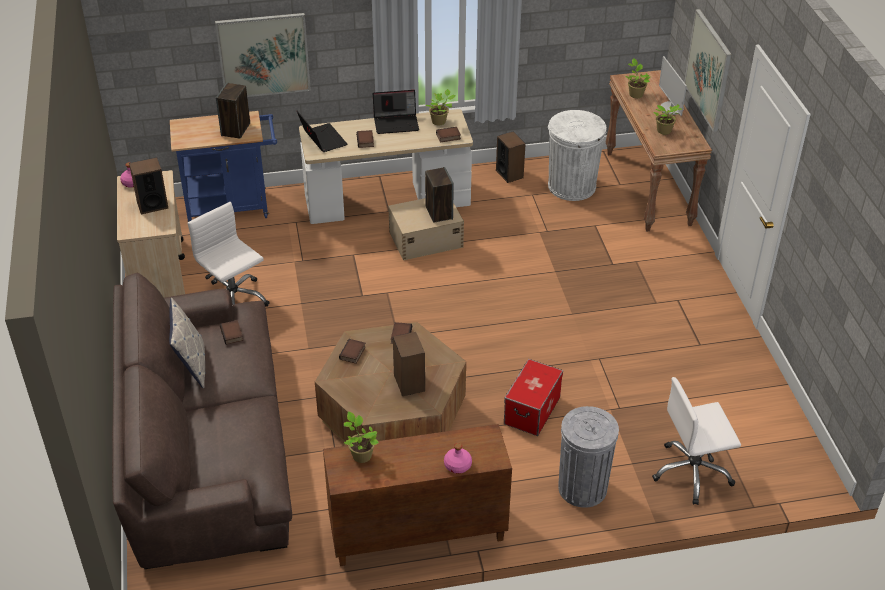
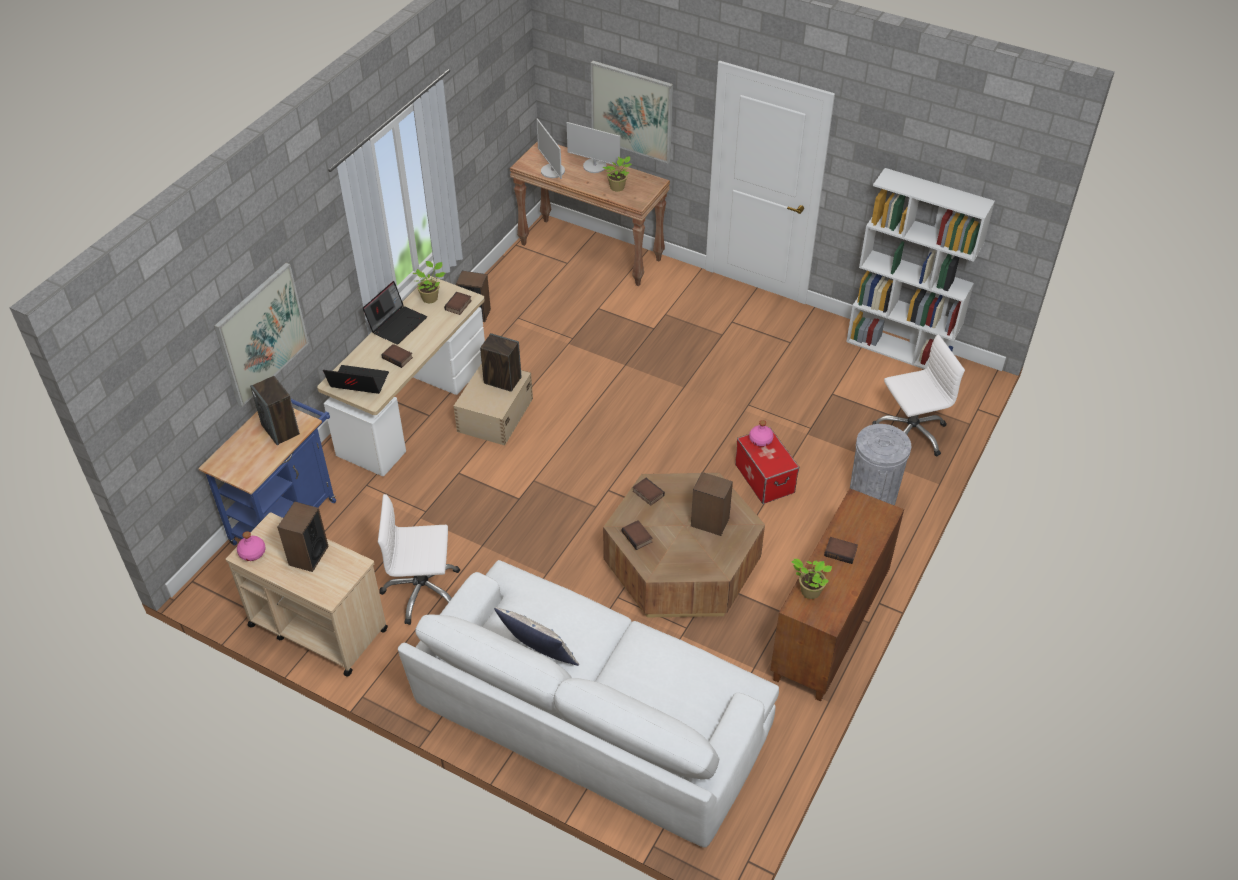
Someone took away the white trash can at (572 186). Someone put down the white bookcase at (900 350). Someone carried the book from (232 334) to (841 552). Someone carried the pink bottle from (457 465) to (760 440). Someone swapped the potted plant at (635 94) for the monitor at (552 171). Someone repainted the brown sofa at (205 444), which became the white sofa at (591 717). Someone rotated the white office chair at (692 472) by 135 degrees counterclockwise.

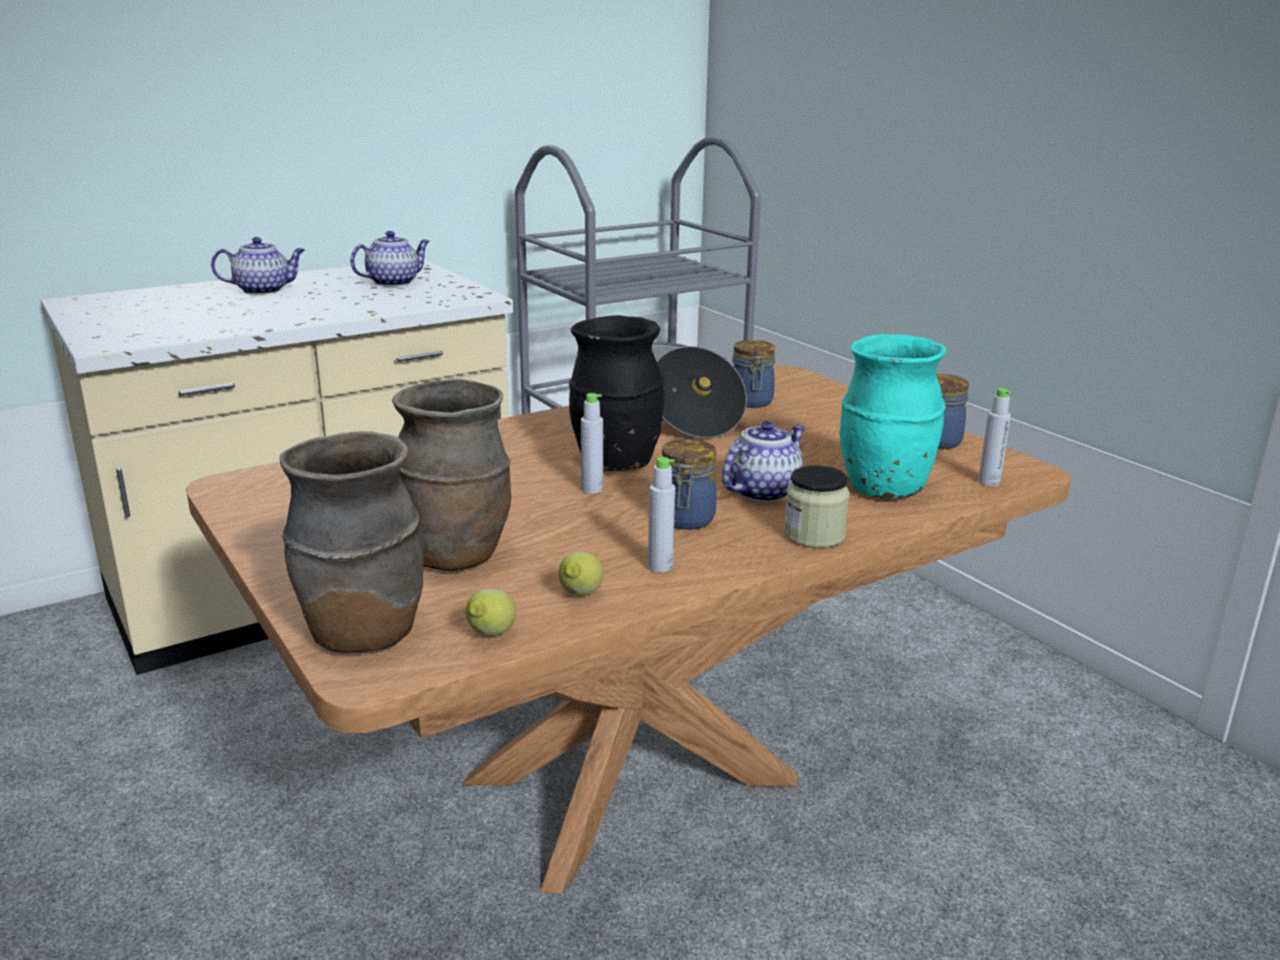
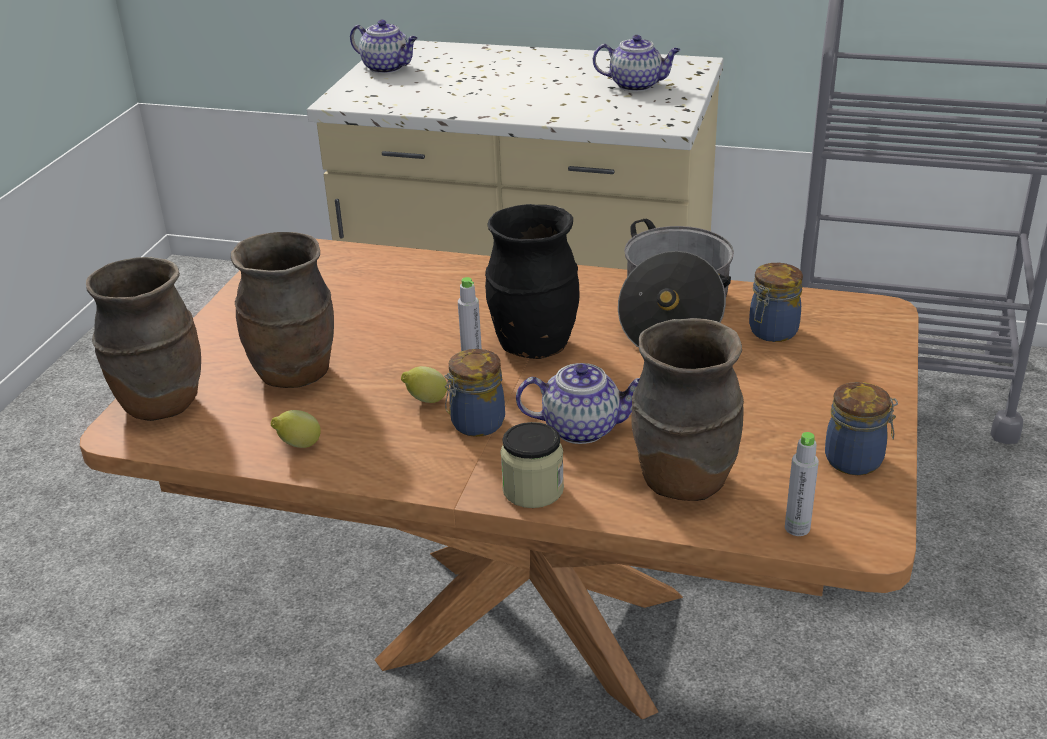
Someone took away the grey bottle at (660 566). Someone carried the teapot from (264 290) to (387 68). Someone carried the lemon from (490 636) to (425 401). Someone repainted the turquoise vase at (883 489), which became the brown vase at (682 481).

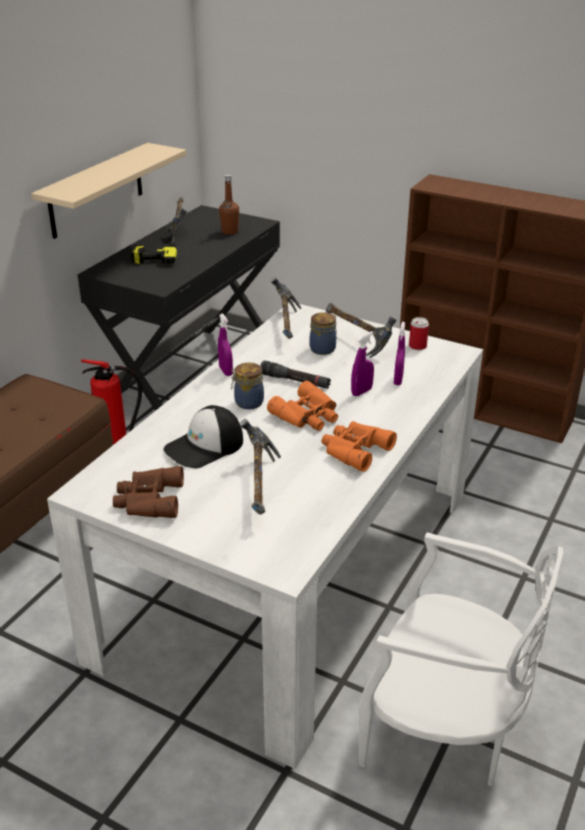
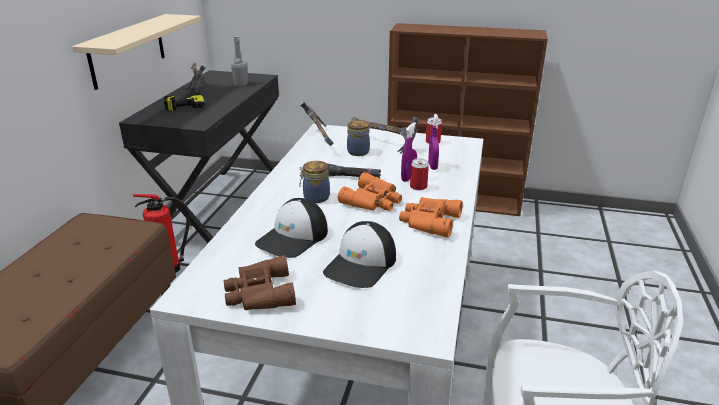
Someone took away the purple spray bottle at (226 371). Someone put down the can at (418 187). Someone swapped the hammer at (259 487) for the cap at (361 265). Someone repainted the brown bottle at (230 231), which became the grey bottle at (241 84).

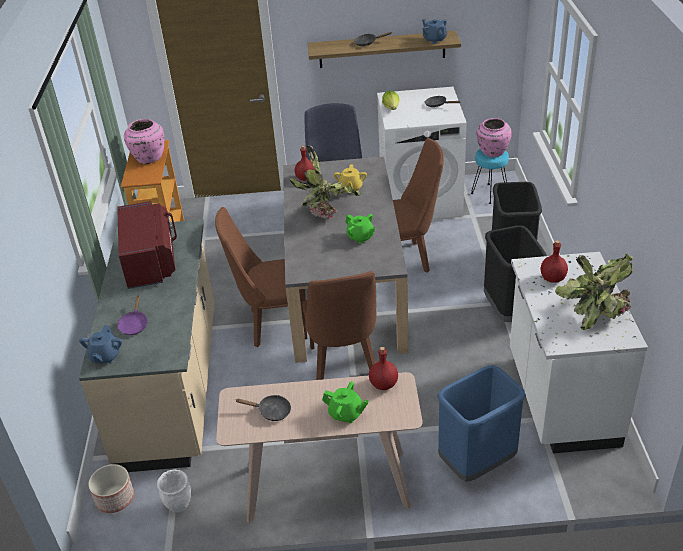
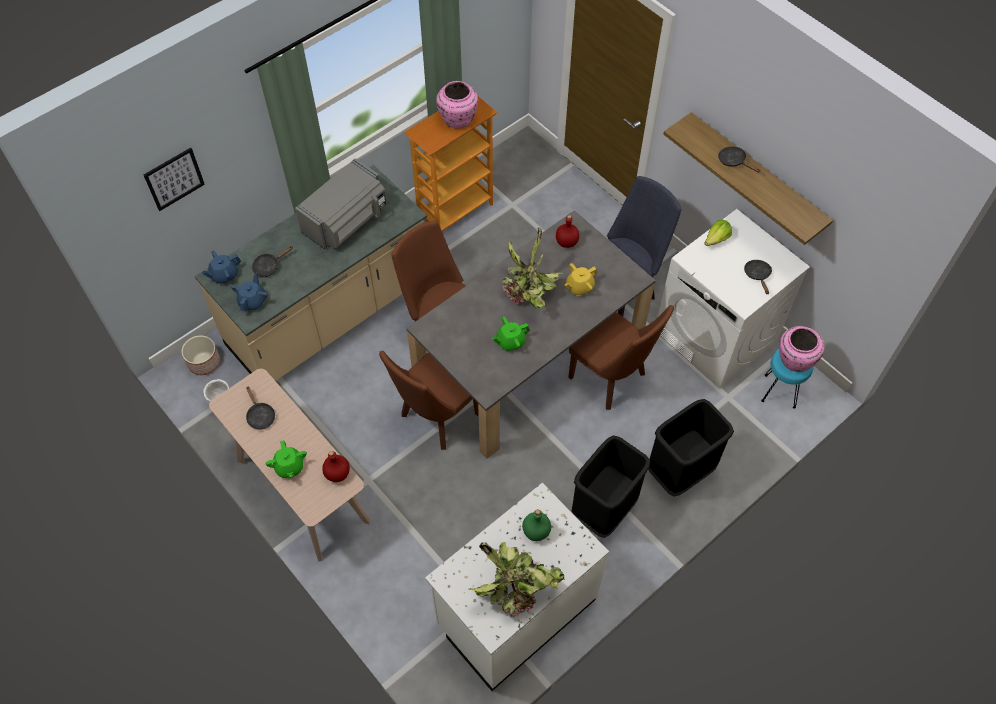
Someone took away the blue trash can at (477 463). Someone put up the picture at (174 179). Someone carried the blue teapot from (434 39) to (253 301). Someone repainted the red microwave at (151 261), which became the grey microwave at (347 221). Someone repainted the purple frying pan at (134 324), which became the black frying pan at (269 266). Someone repainted the red bottle at (552 278), which became the green bottle at (536 530). Someone rotated the green teapot at (360 237) by 60 degrees clockwise.

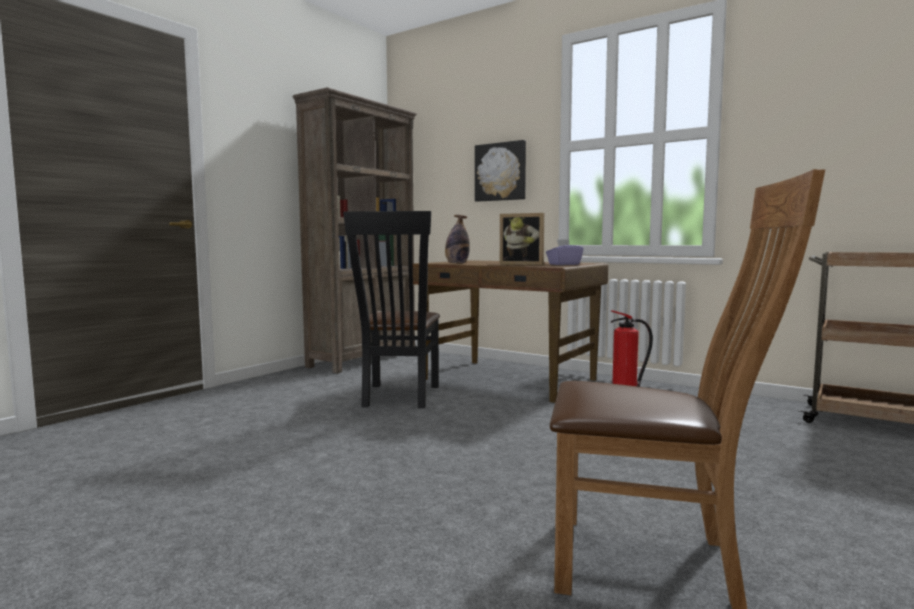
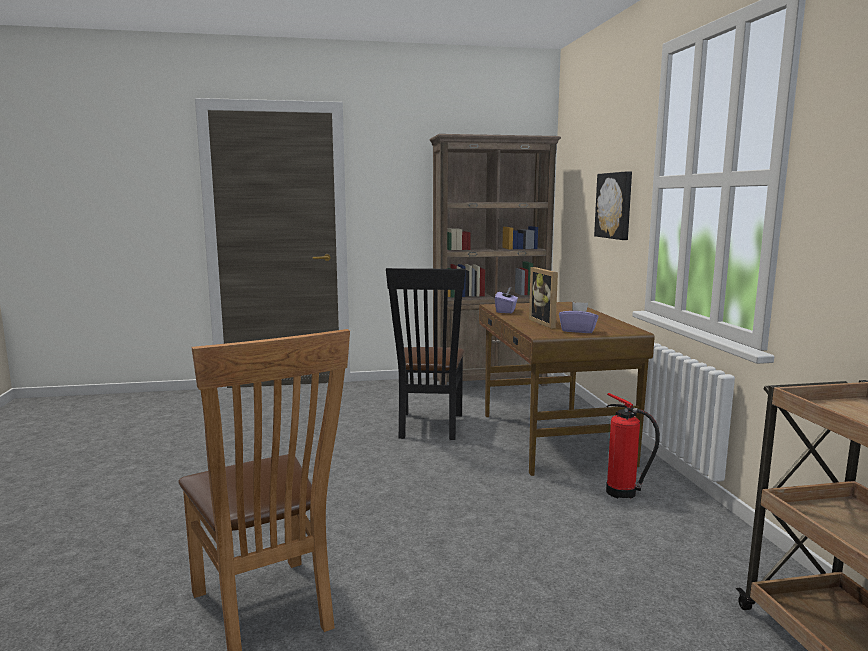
Someone swapped the bottle at (457 263) for the purple tissue box at (506 311). Someone rotated the black chair at (398 397) by 45 degrees counterclockwise.

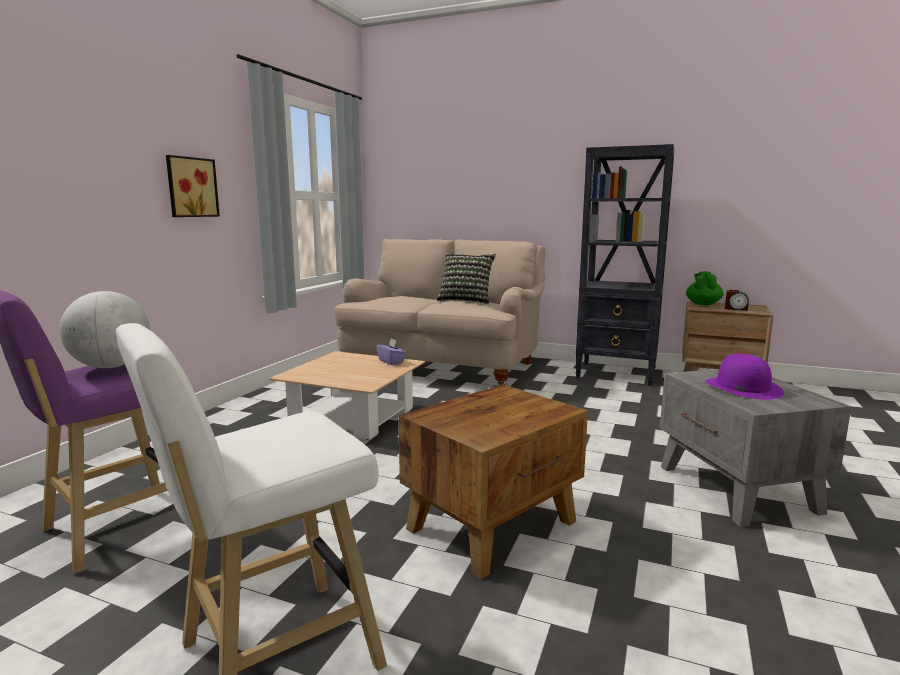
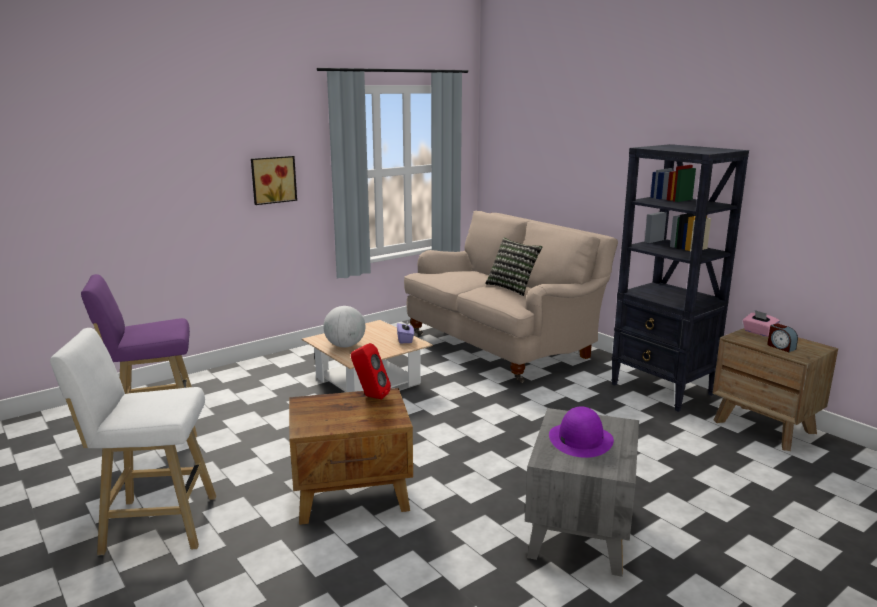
Someone put down the red speaker at (370 396). Someone carried the globe from (111 366) to (345 346). Someone swapped the green teapot at (703 304) for the pink tissue box at (758 332).

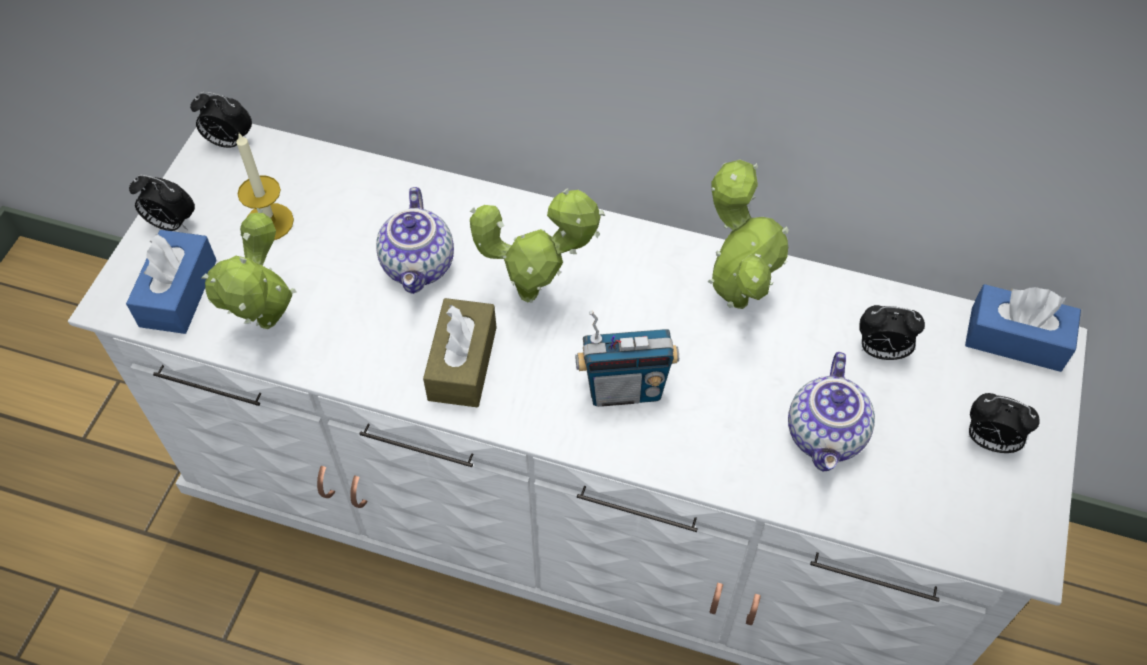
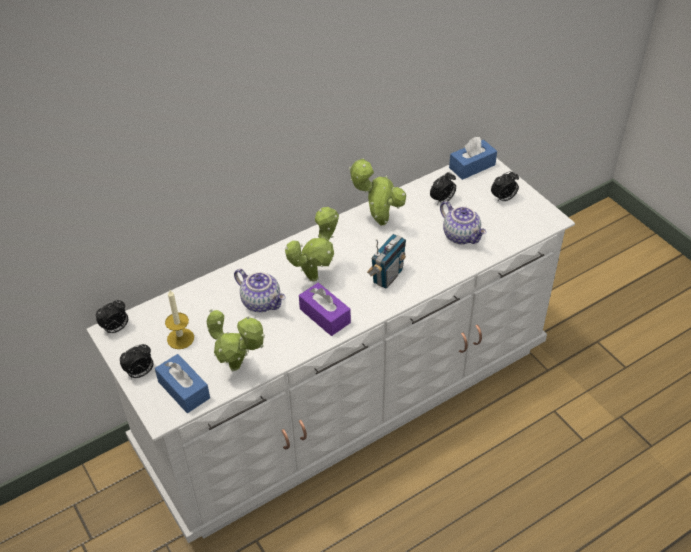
Someone repainted the brown tissue box at (462 363), which became the purple tissue box at (325 316).

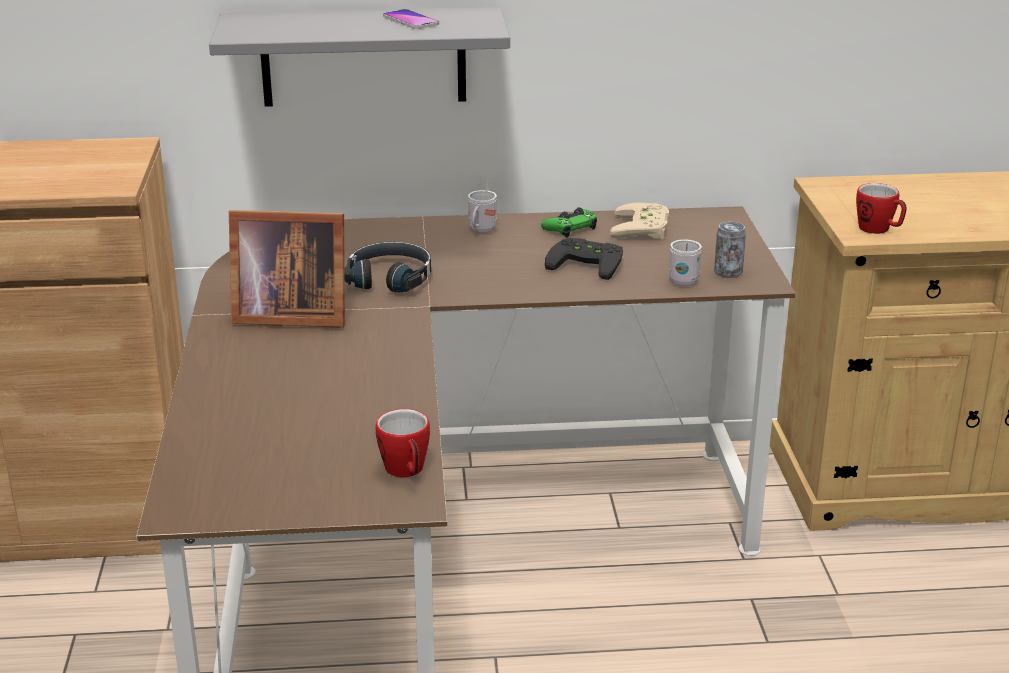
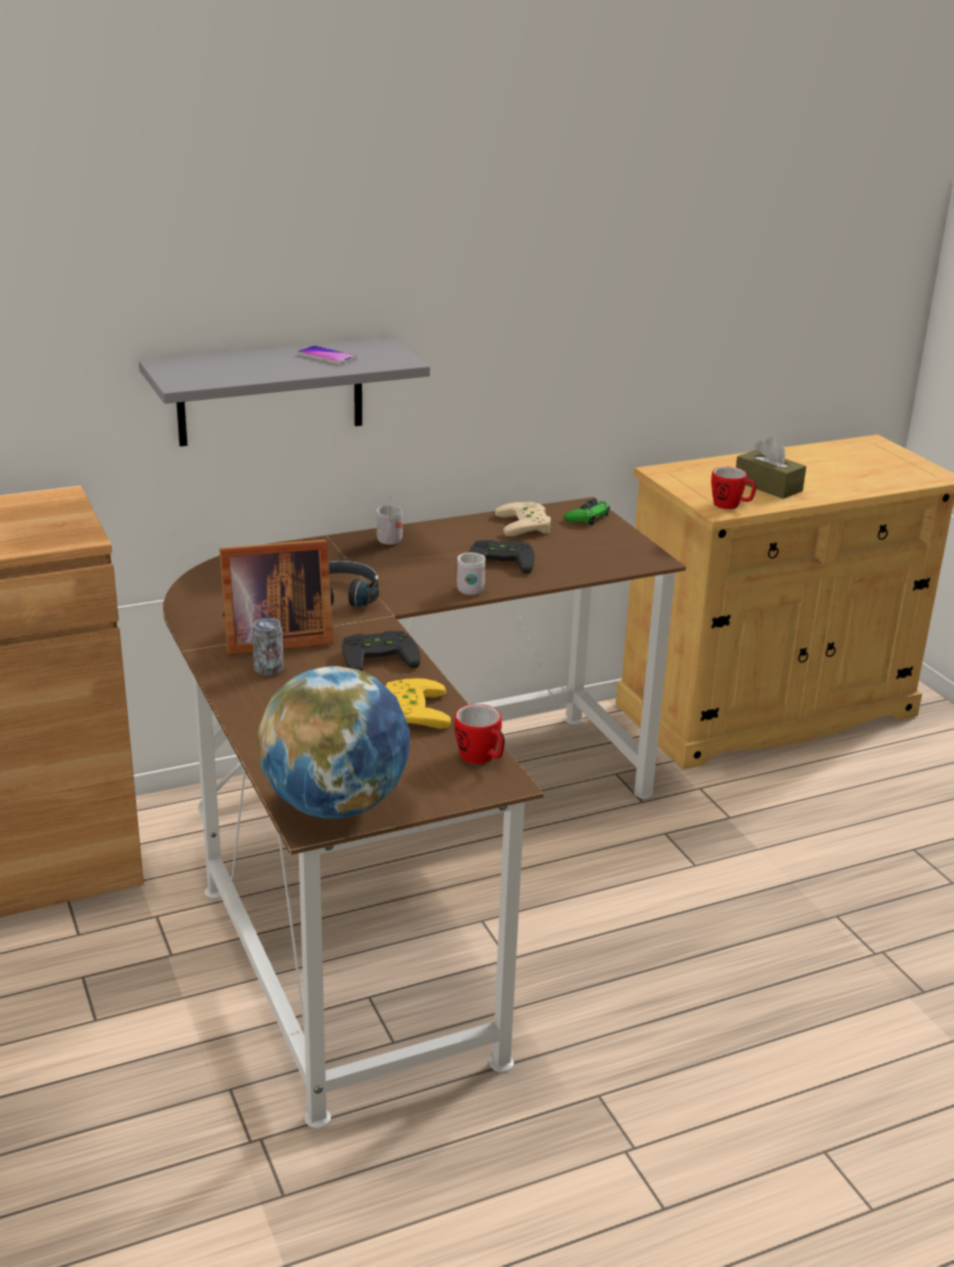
Someone put down the globe at (336 805). Someone put down the black game controller at (378 656). Someone put down the yellow game controller at (410 710). Someone put down the brown tissue box at (768 486). Someone carried the green game controller from (570 228) to (587 517). Someone carried the white mug from (683 280) to (469 589). Someone carried the can from (728 272) to (268 669).

